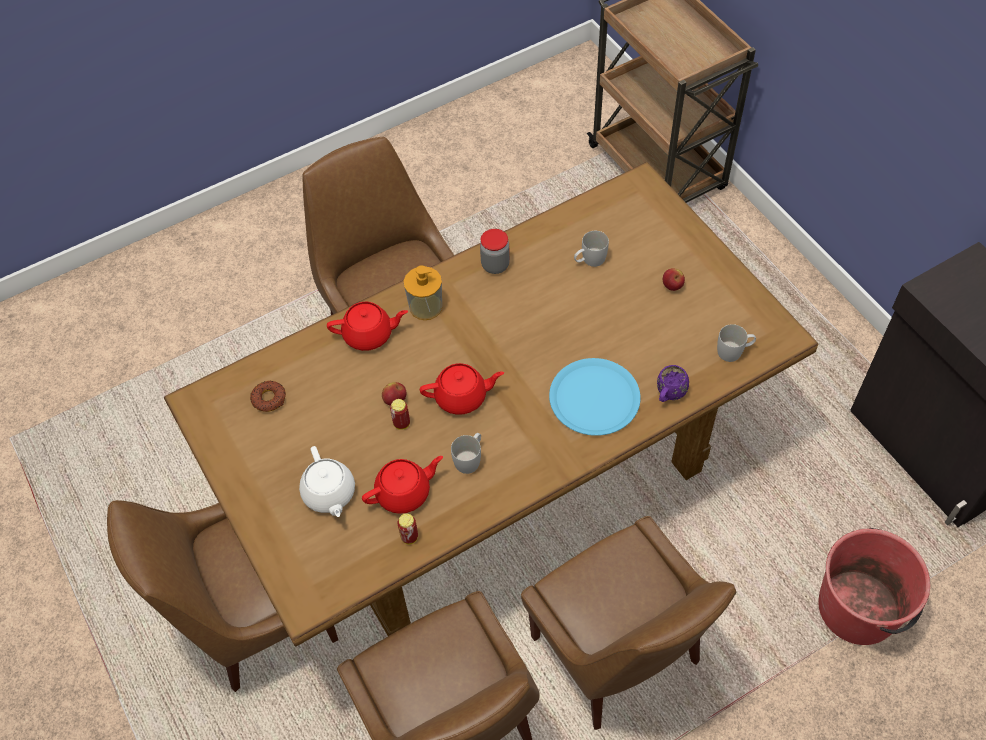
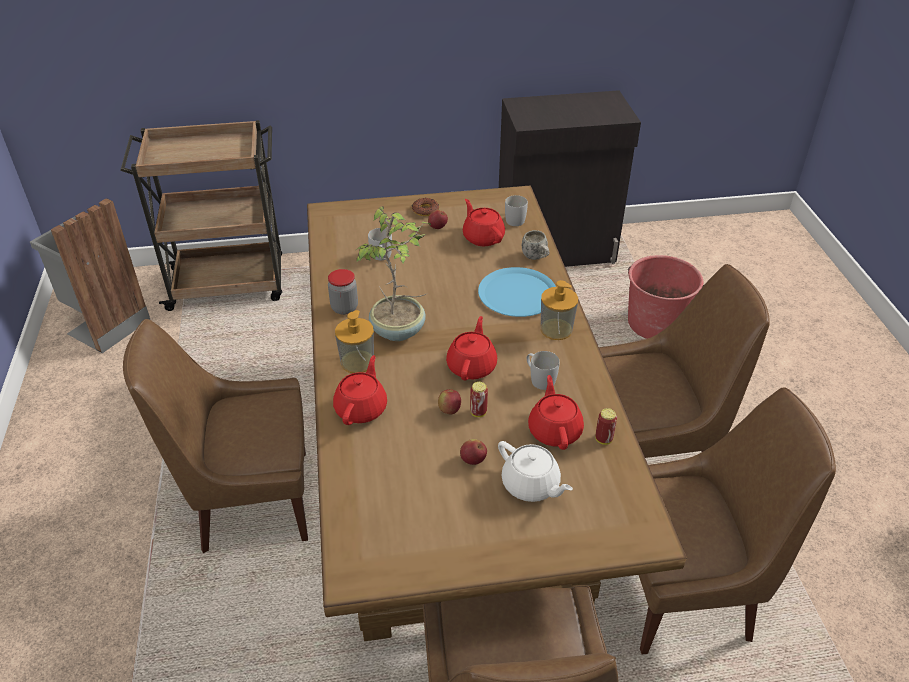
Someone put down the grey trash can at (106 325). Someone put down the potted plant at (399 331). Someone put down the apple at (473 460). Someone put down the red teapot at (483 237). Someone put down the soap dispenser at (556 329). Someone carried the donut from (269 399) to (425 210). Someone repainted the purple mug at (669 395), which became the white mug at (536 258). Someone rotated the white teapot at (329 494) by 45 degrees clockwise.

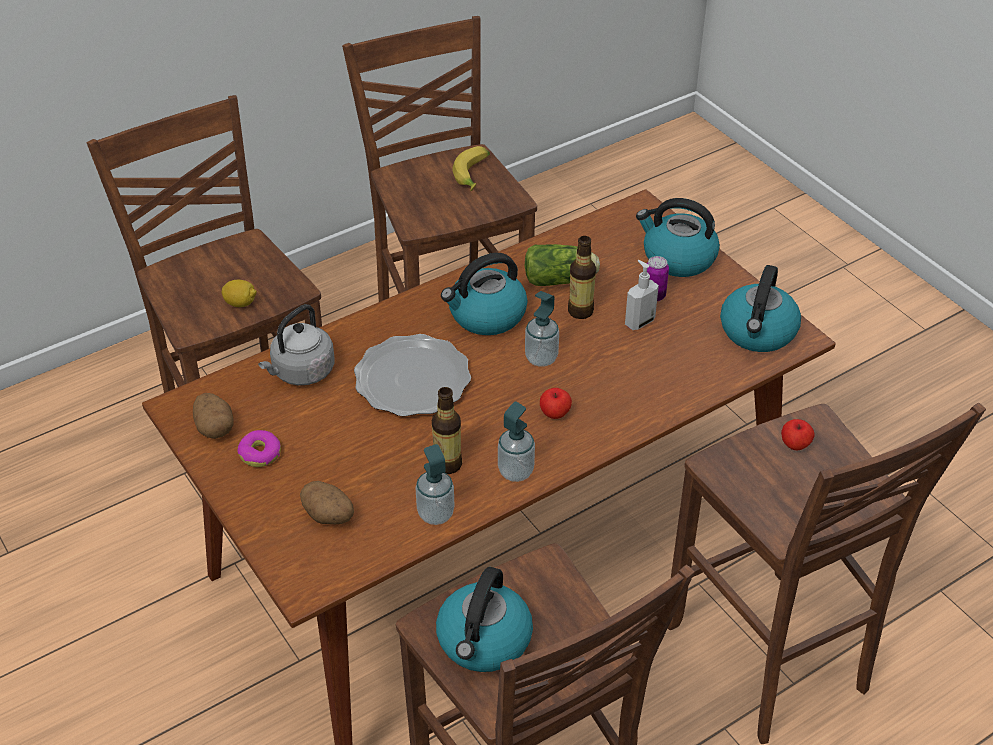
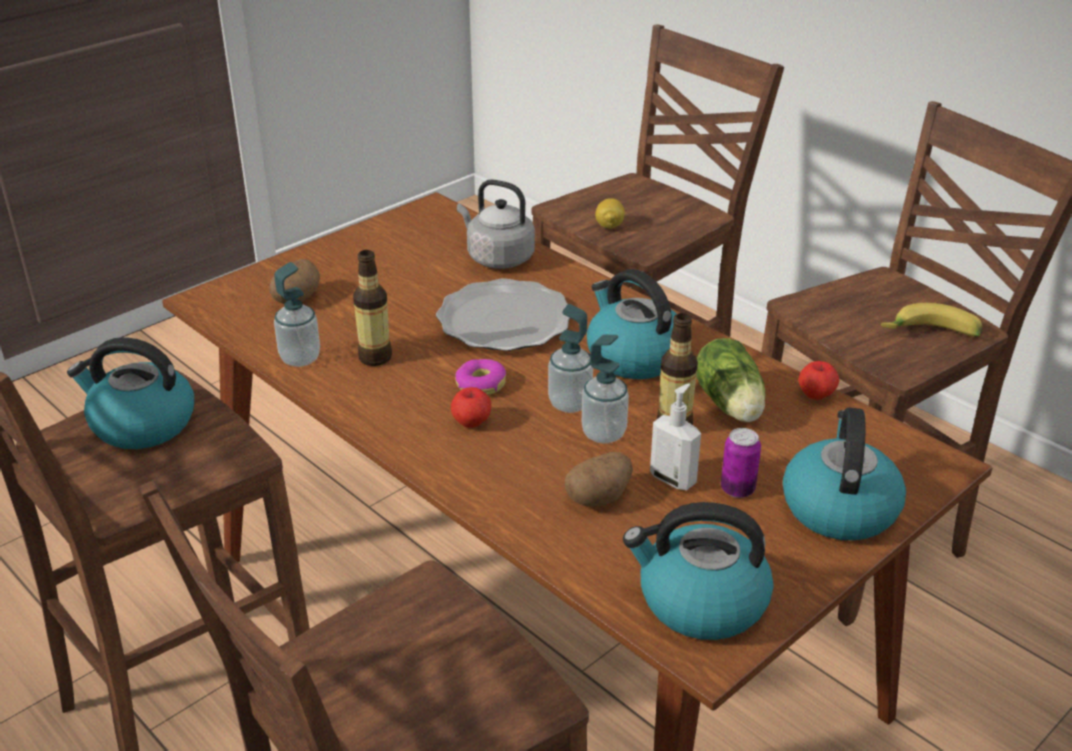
Someone carried the potato from (214 427) to (599 497). Someone carried the donut from (260 454) to (480 385). Someone carried the soap dispenser from (516 471) to (603 434). Someone carried the apple from (795 445) to (816 395).

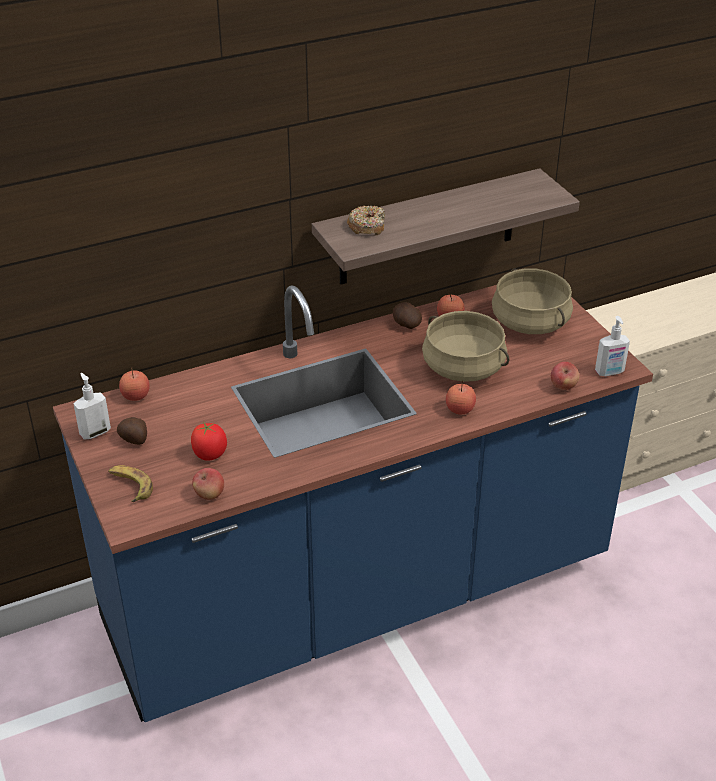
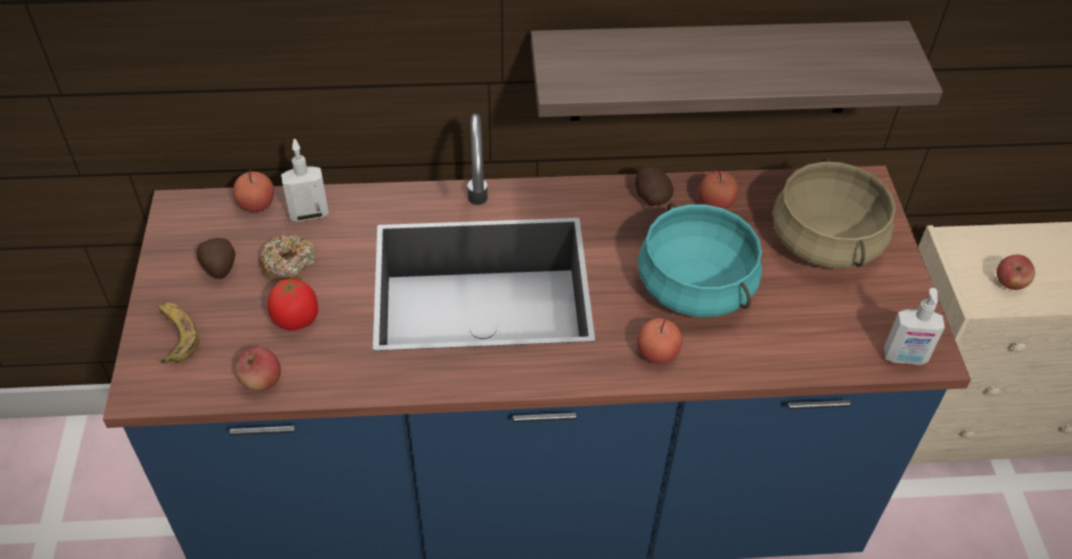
Someone carried the soap dispenser from (95 432) to (309 213). Someone carried the donut from (367 226) to (289 265). Someone carried the apple from (563 386) to (1009 283). Someone repainted the beige cooking pot at (464 367), which became the turquoise cooking pot at (696 286).

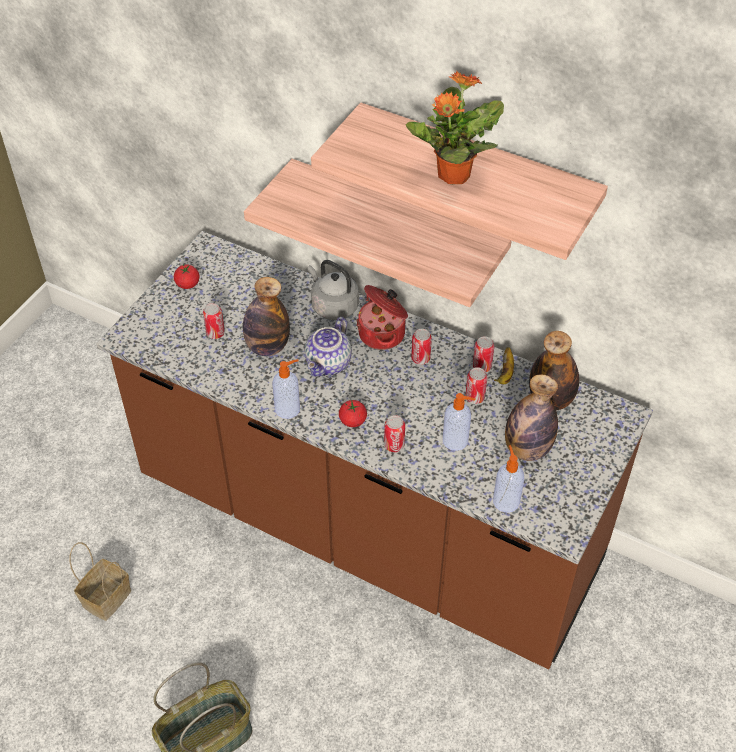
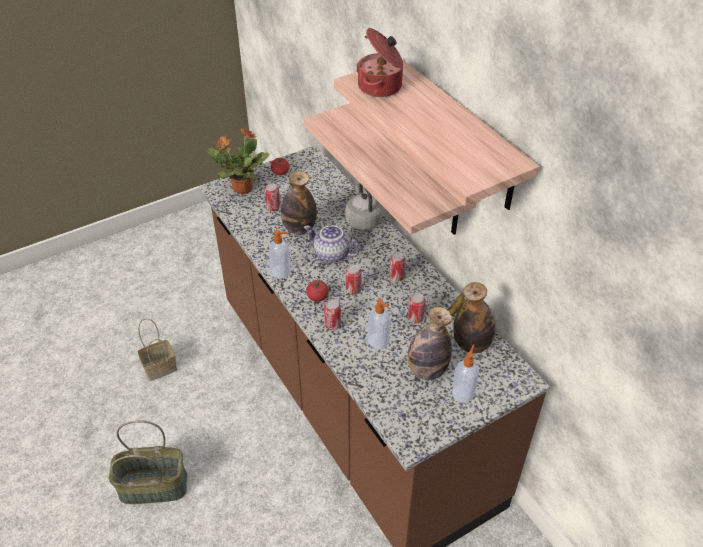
Someone carried the cooking pot from (383 334) to (381 87). Someone carried the potted plant from (452 175) to (242 188). Someone carried the can from (482 366) to (353 290). Someone carried the soap dispenser from (506 500) to (463 393). Someone rotated the teapot at (329 364) by 60 degrees clockwise.

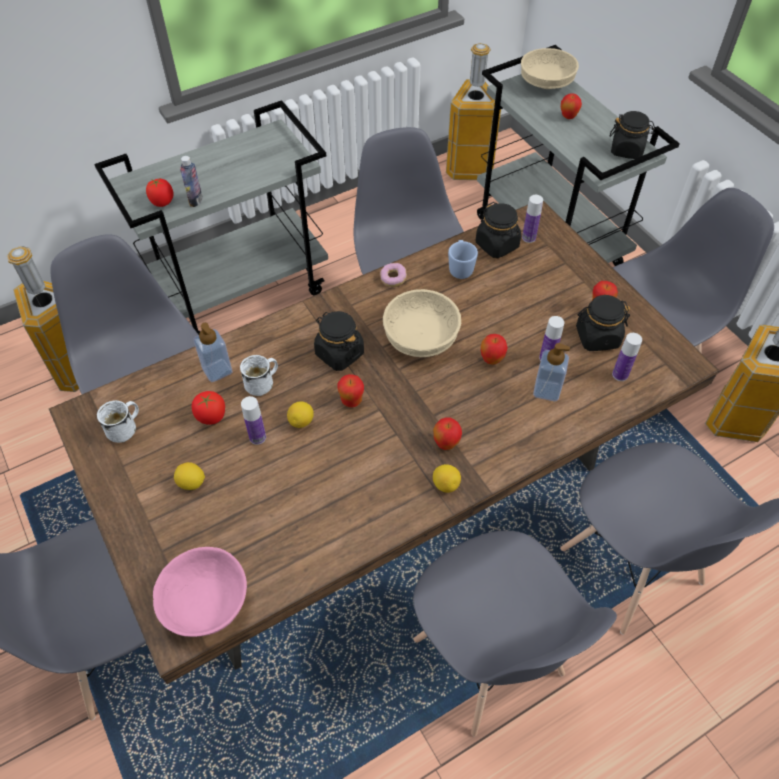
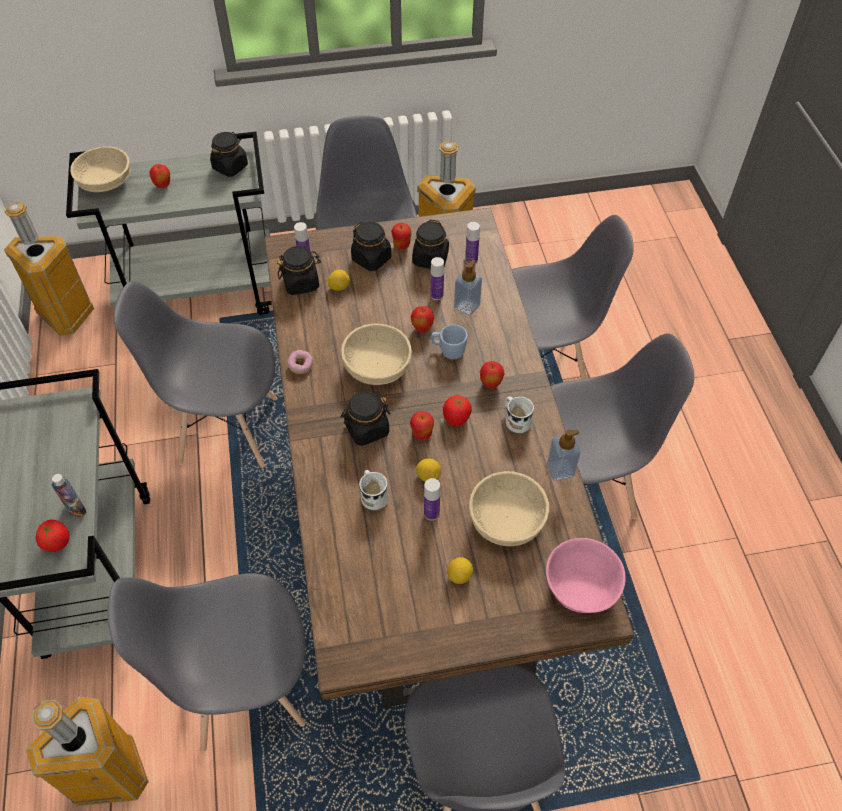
Someone put down the black jar at (371 259). Someone put down the beige bowl at (505 519). Someone carried the white mug from (126 428) to (515 420). Someone carried the tomato from (211 417) to (456 419). Someone carried the soap dispenser from (217 370) to (560 470). Someone carried the lemon from (445 484) to (339 287). Someone carried the blue mug from (460 268) to (448 351).

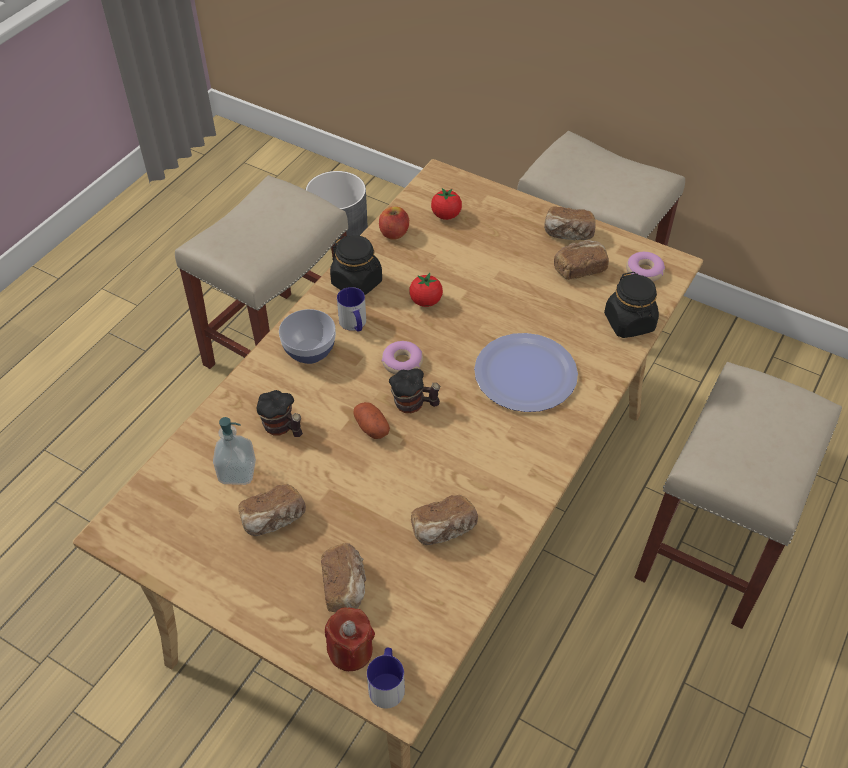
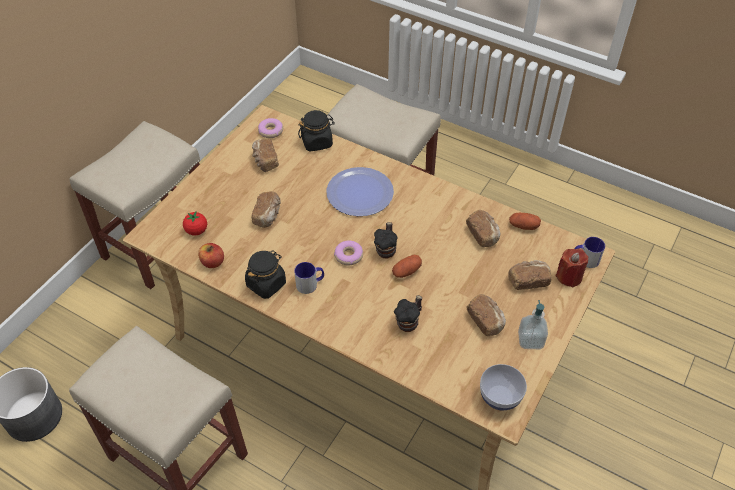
Someone took away the tomato at (426 301). Someone put down the potato at (523 226). Someone carried the soap dispenser from (237 472) to (530 340). Someone carried the bowl from (310 352) to (500 397). Someone carried the bread from (568 234) to (268 215).

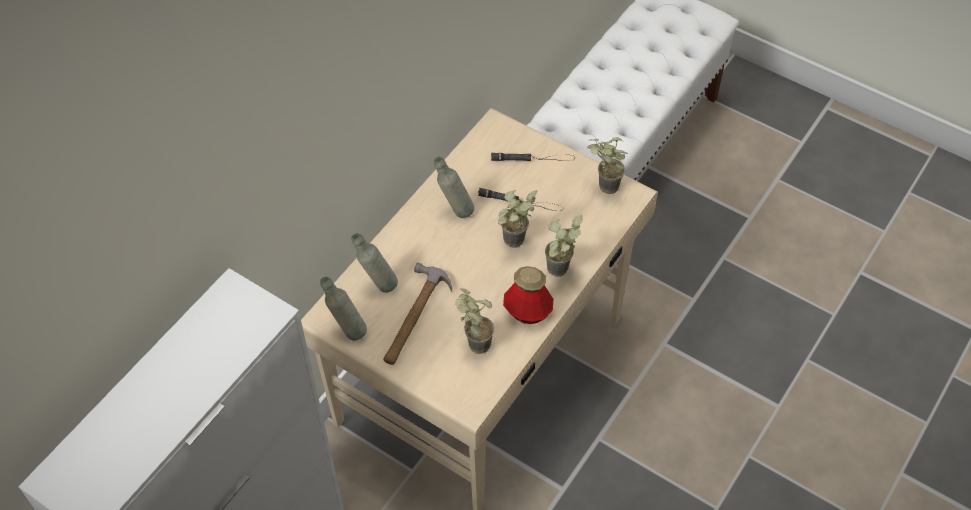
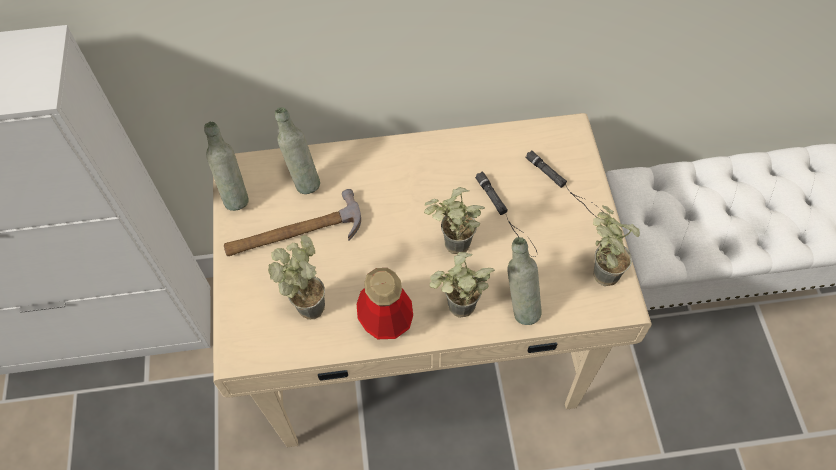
Someone carried the grey bottle from (455 211) to (520 306).

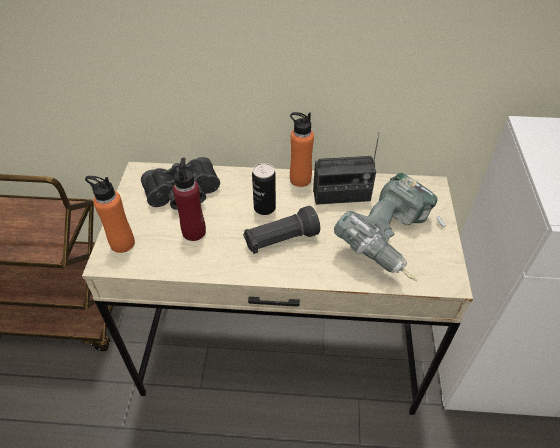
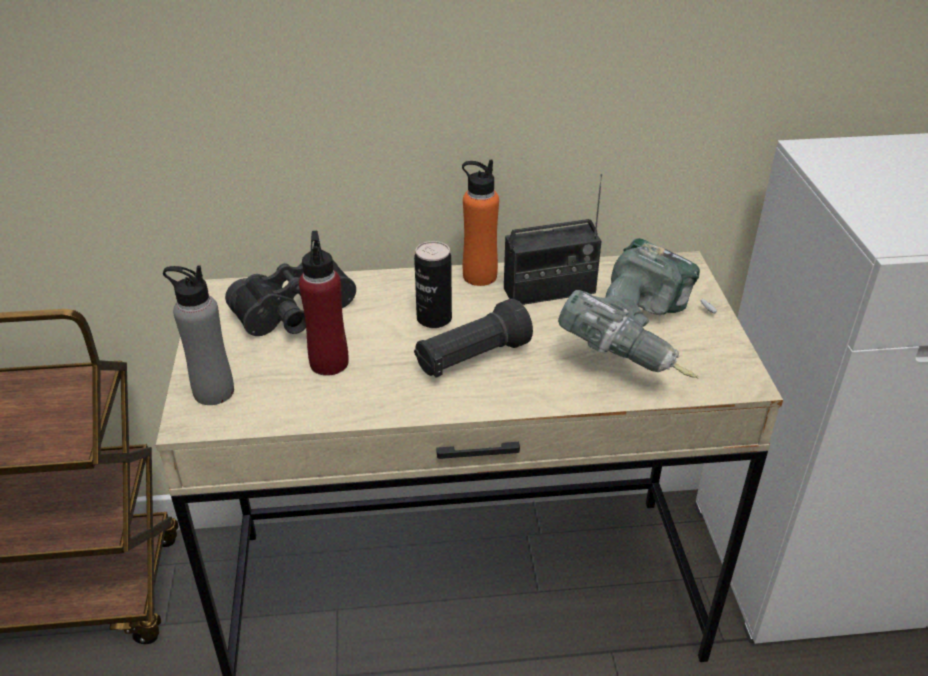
Someone repainted the orange bottle at (122 243), which became the grey bottle at (213 392).

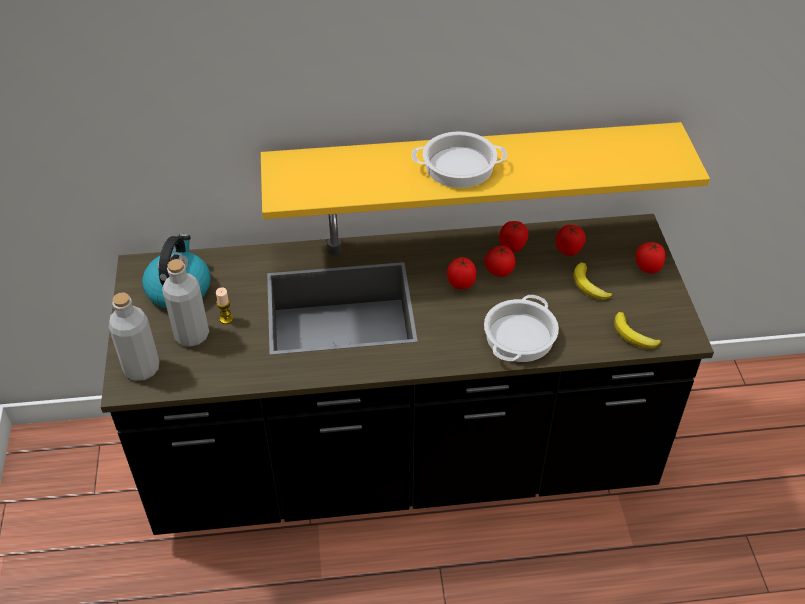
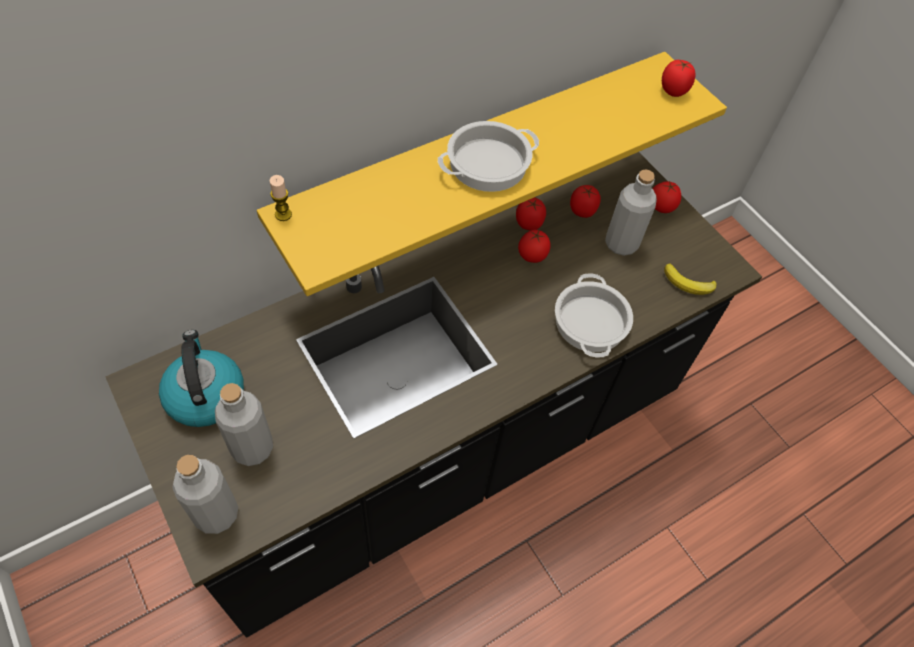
Someone carried the candle from (226 319) to (283 214). Someone carried the tomato from (461 283) to (673 91). Someone swapped the banana at (589 285) for the grey bottle at (621 243).

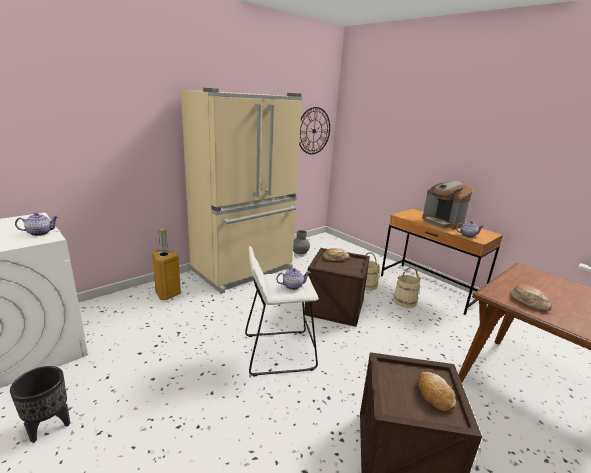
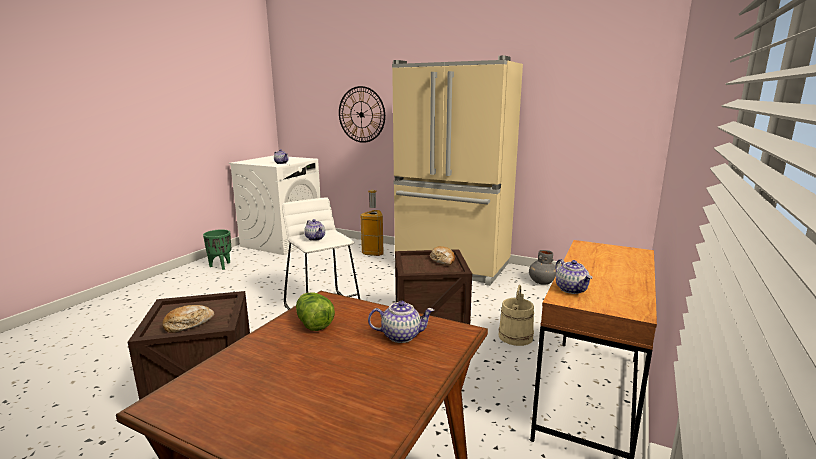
Someone took away the beige bucket at (404 301). Someone took away the coffee machine at (442 222). Someone put down the teapot at (401 335). Someone carried the wall clock from (314 131) to (361 114). Someone swapped the bread at (529 302) for the lettuce at (313 323). Someone repainted the black planter at (49 426), which became the green planter at (221 266).

